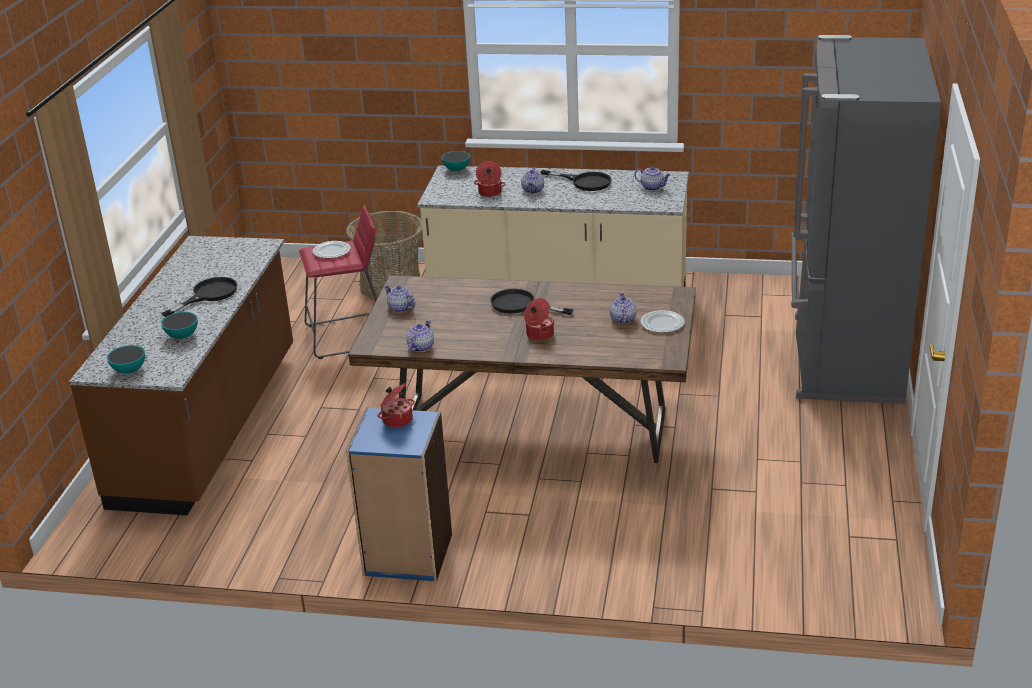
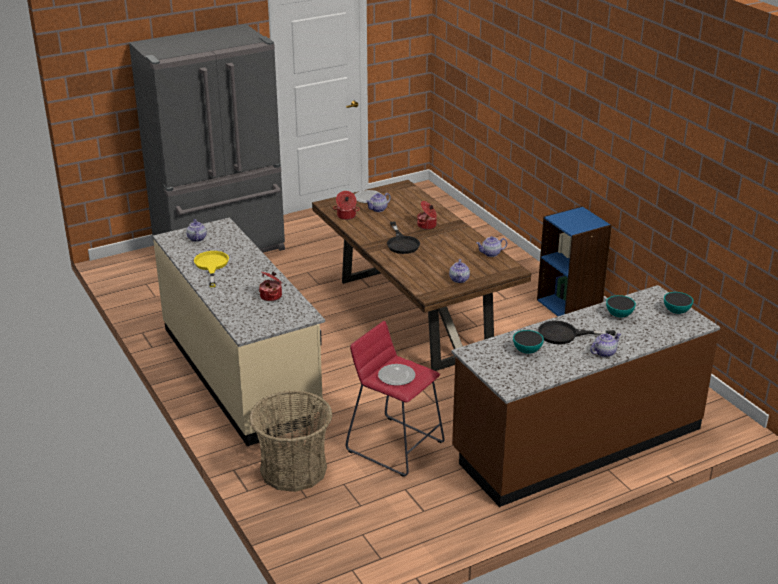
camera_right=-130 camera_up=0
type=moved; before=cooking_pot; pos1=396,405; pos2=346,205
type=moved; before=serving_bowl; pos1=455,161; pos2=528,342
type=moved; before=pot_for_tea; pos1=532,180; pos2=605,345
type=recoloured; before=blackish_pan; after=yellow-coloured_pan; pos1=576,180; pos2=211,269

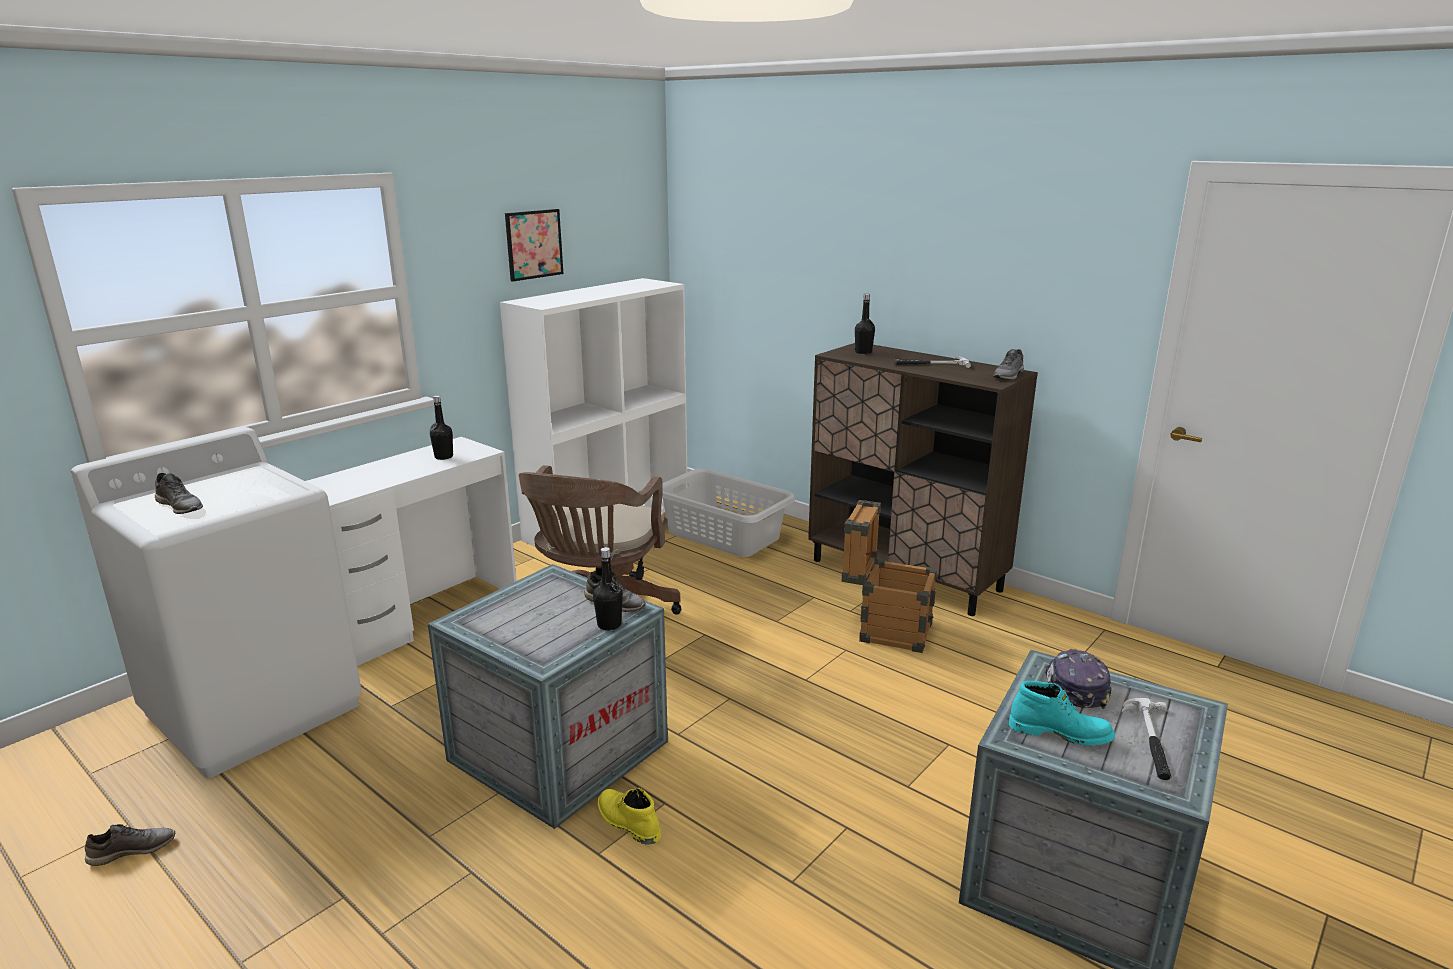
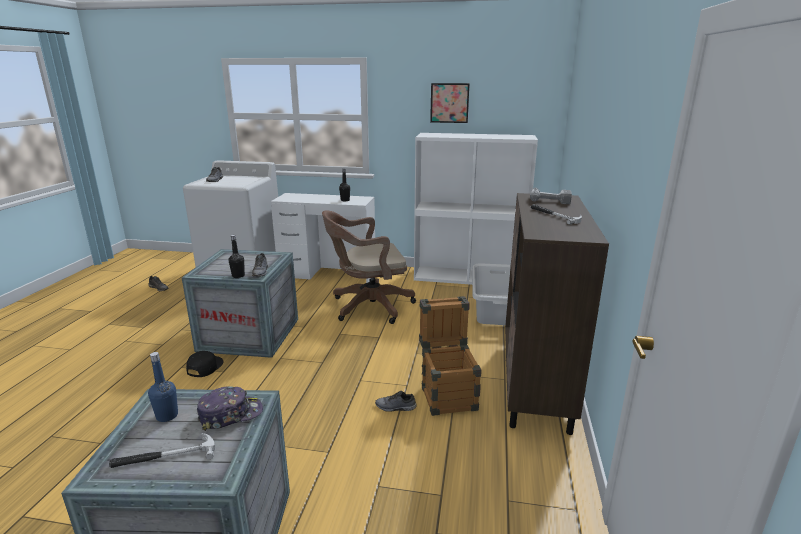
camera_right=60 camera_up=0
type=moved; before=grey_low_shoe; pos1=1008,364; pos2=396,401
type=replaced; before=yellow-coloured_high-top_boot; after=blackish_baseball_cap; pos1=629,816; pos2=204,364
type=replaced; before=blackish_drink_bottle; after=electric_drill; pos1=865,324; pos2=551,195
type=replaced; before=turquoise_high-top_boot; after=bluish_drink_bottle; pos1=1062,713; pos2=163,387

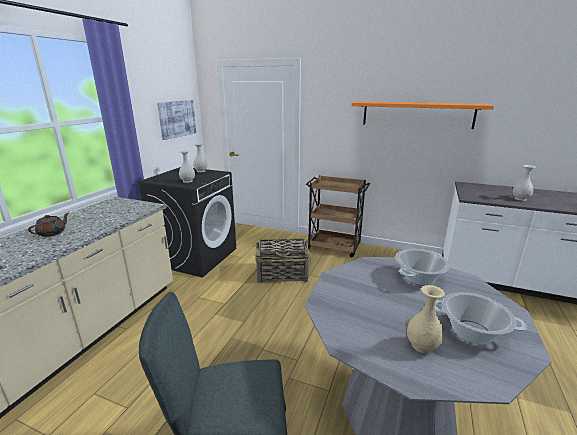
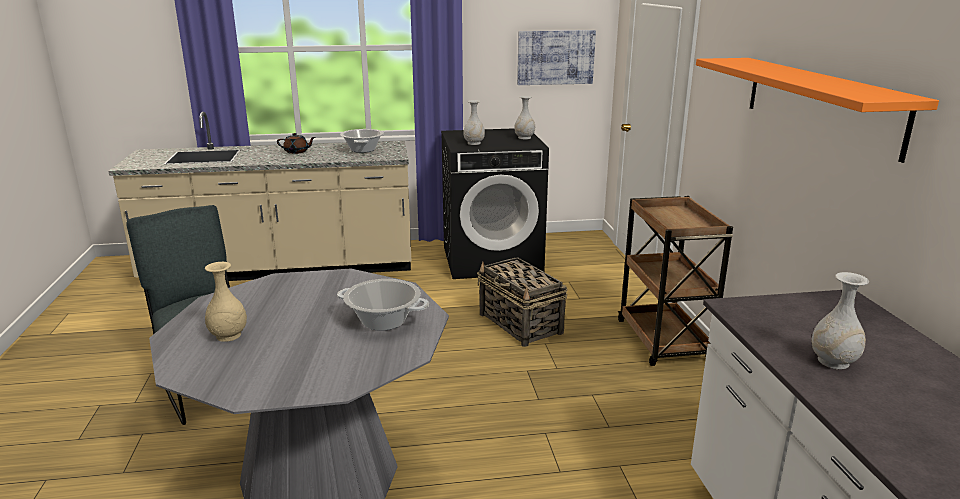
camera_right=60 camera_up=0
type=moved; before=cooking_pot; pos1=481,318; pos2=362,141

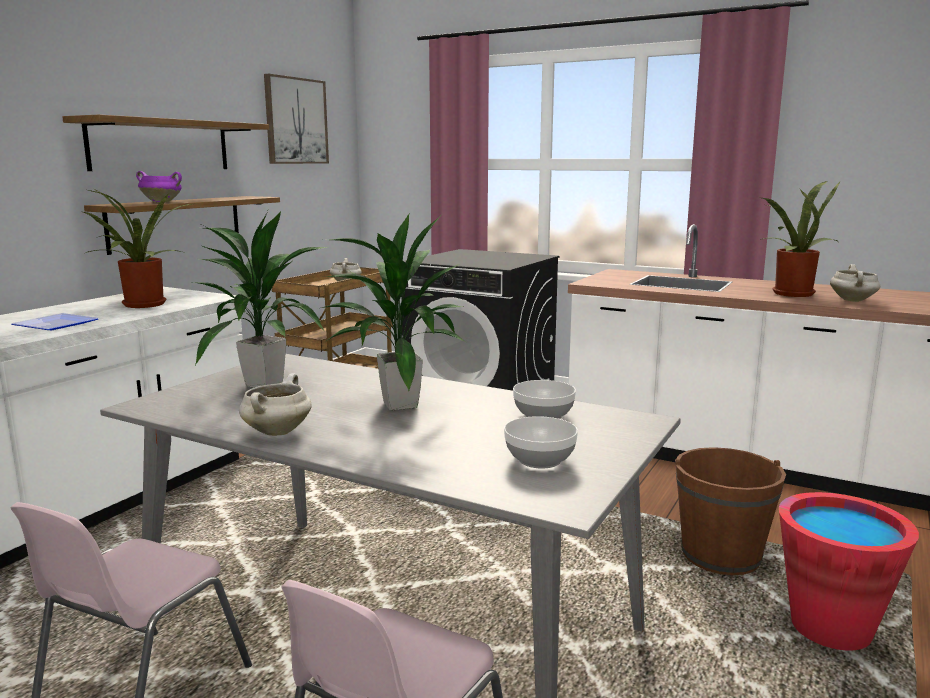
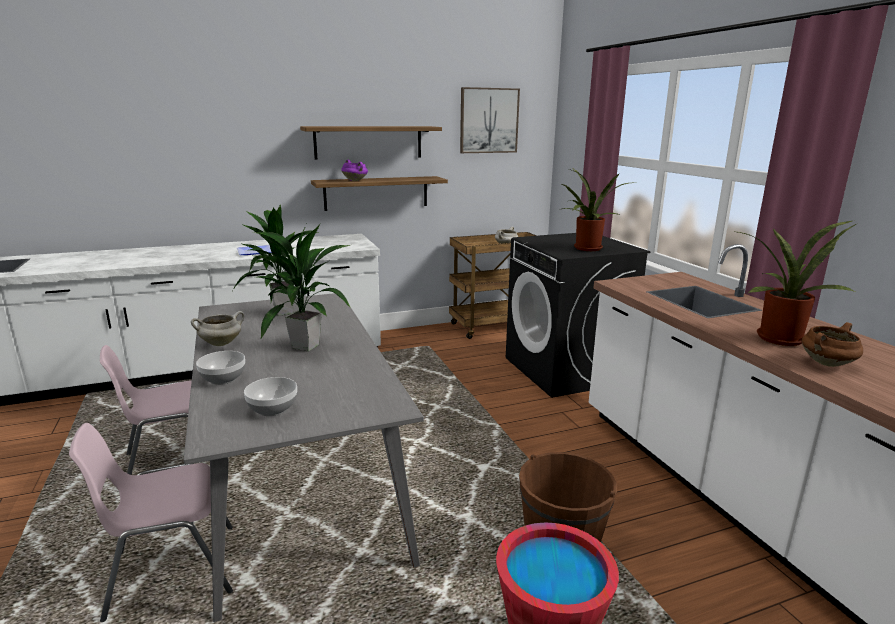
camera_right=40 camera_up=5
type=moved; before=plant_in_a_pot; pos1=137,249; pos2=594,209
type=moved; before=serving_bowl; pos1=544,399; pos2=220,368
type=recoloured; before=whitish_cooking_pot; after=brown-coloured_cooking_pot; pos1=855,283; pos2=832,344

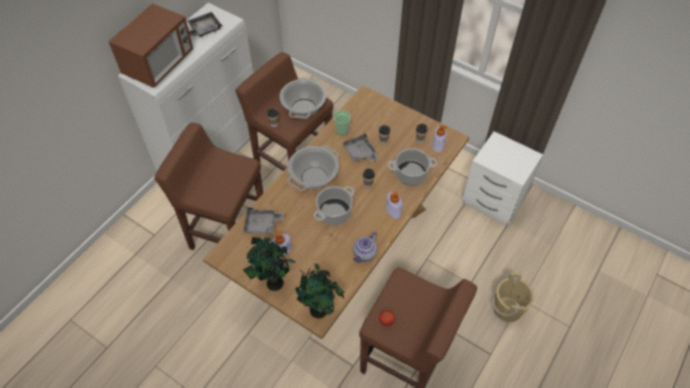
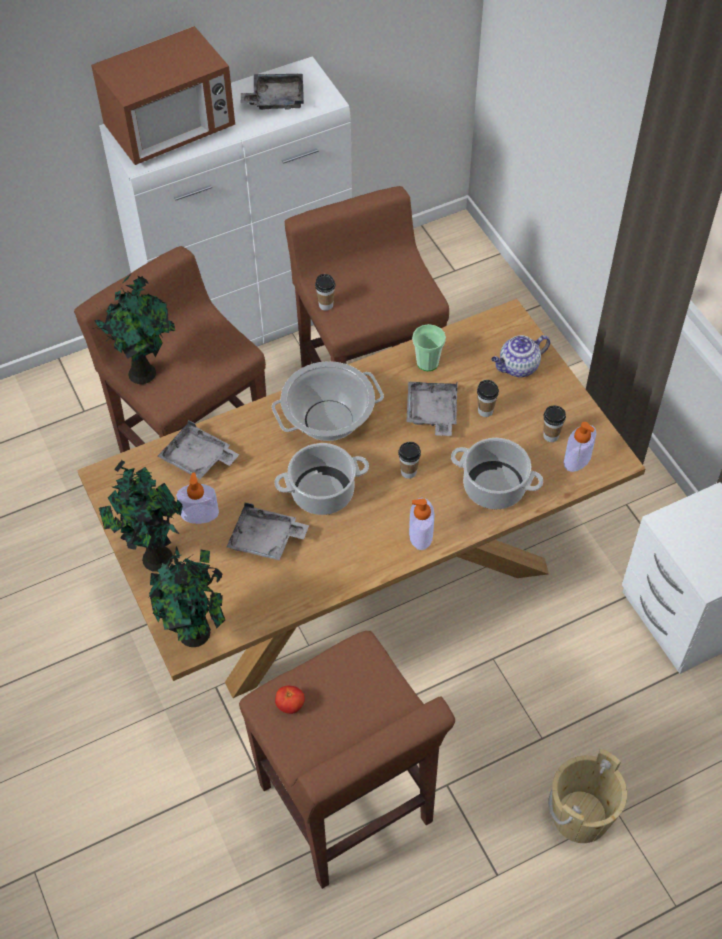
camera_right=30 camera_up=0
type=removed; before=cooking_pot; pos1=303,98
type=added; after=plant_in_a_pot; pos2=134,328
type=added; after=grey_carrying_tray; pos2=268,531
type=moved; before=pot_for_tea; pos1=365,247; pos2=520,356

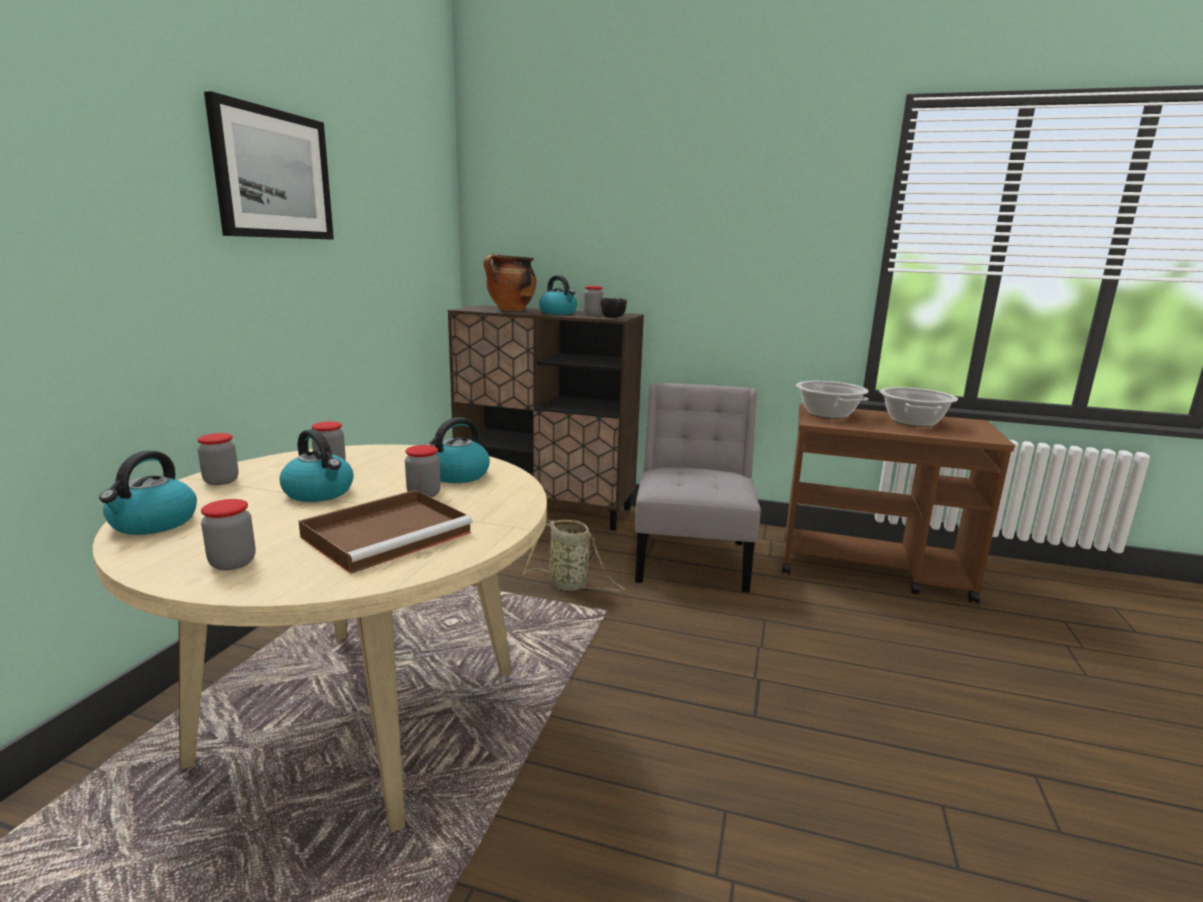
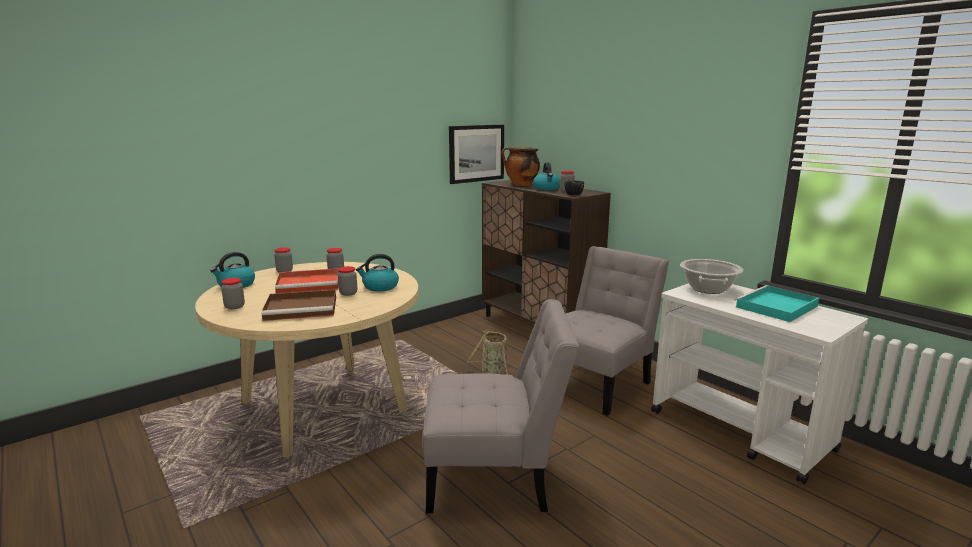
camera_right=35 camera_up=0
type=added; after=grey_chair; pos2=500,406
type=moved; before=wall_art; pos1=269,165; pos2=476,154
type=replaced; before=water_kettle; after=red-coloured_carrying_tray; pos1=317,465; pos2=306,280
type=replaced; before=cooking_pot; after=turquoise_carrying_tray; pos1=919,407; pos2=777,303
type=recoloured; before=brown-coloured_cart; after=whitish_cart; pos1=898,503; pos2=759,384

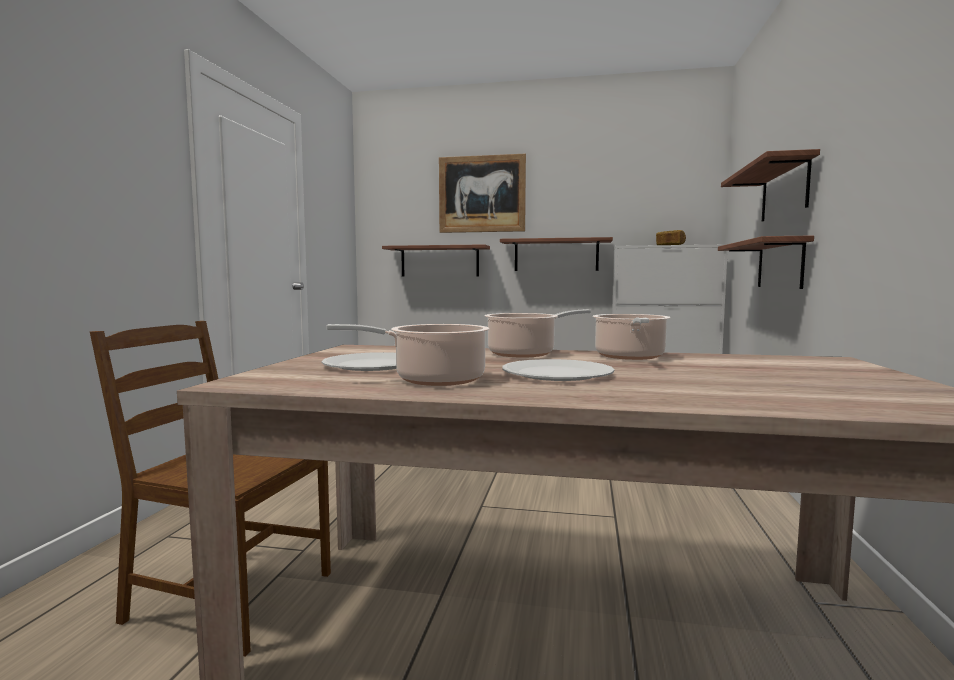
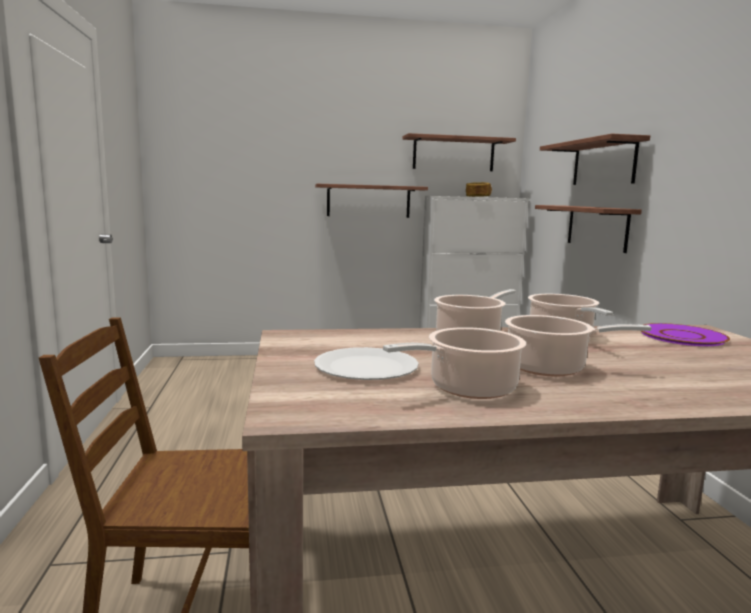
camera_right=-20 camera_up=5
type=removed; before=wall_art; pos1=482,193
type=added; after=purple-coloured_dinner_plate; pos2=685,334
type=moved; before=bracket_shelf; pos1=436,260; pos2=459,152
type=replaced; before=whitish_dinner_plate; after=cooking_pot; pos1=559,370; pos2=578,345

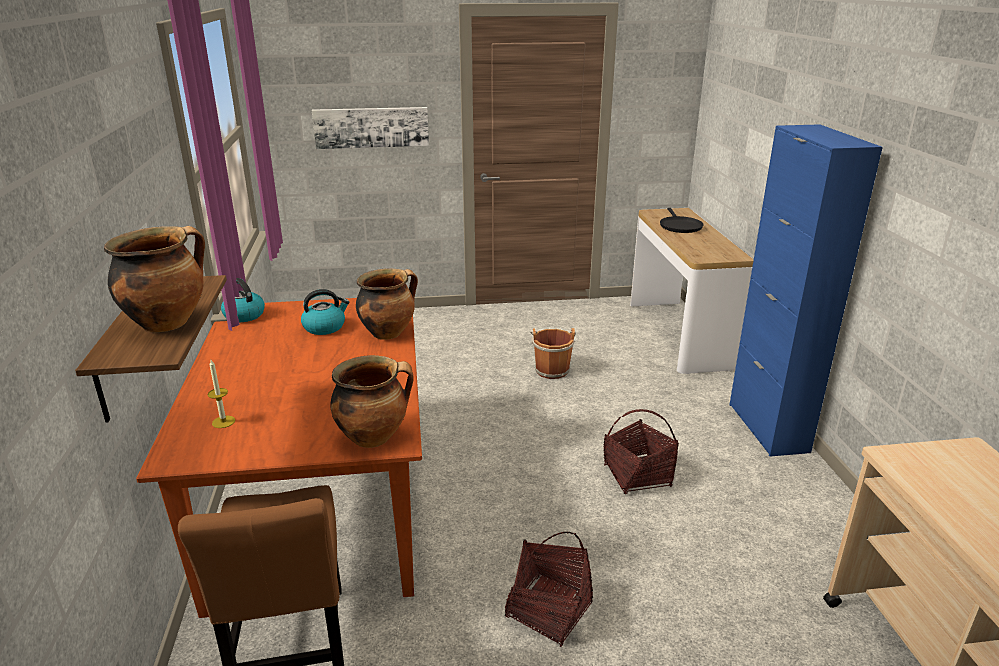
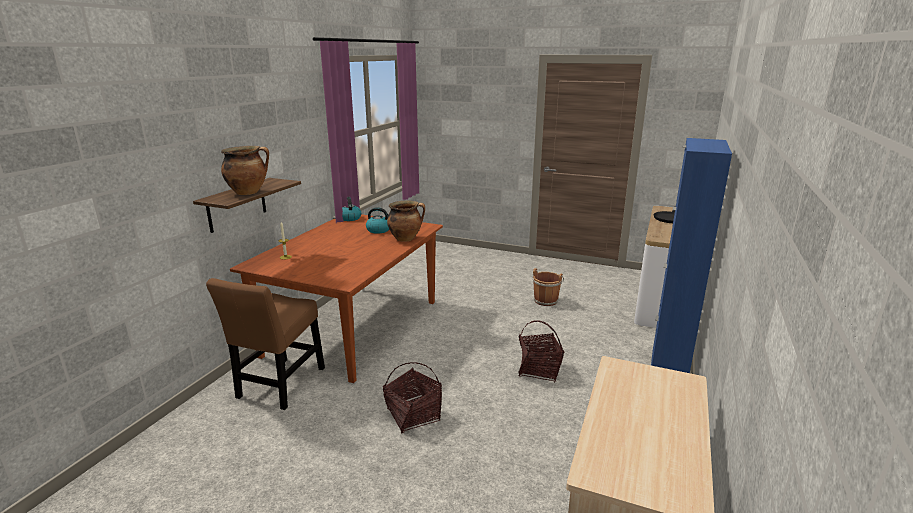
camera_right=30 camera_up=-5
type=removed; before=wall_art; pos1=370,128
type=removed; before=cooking_pot; pos1=371,401

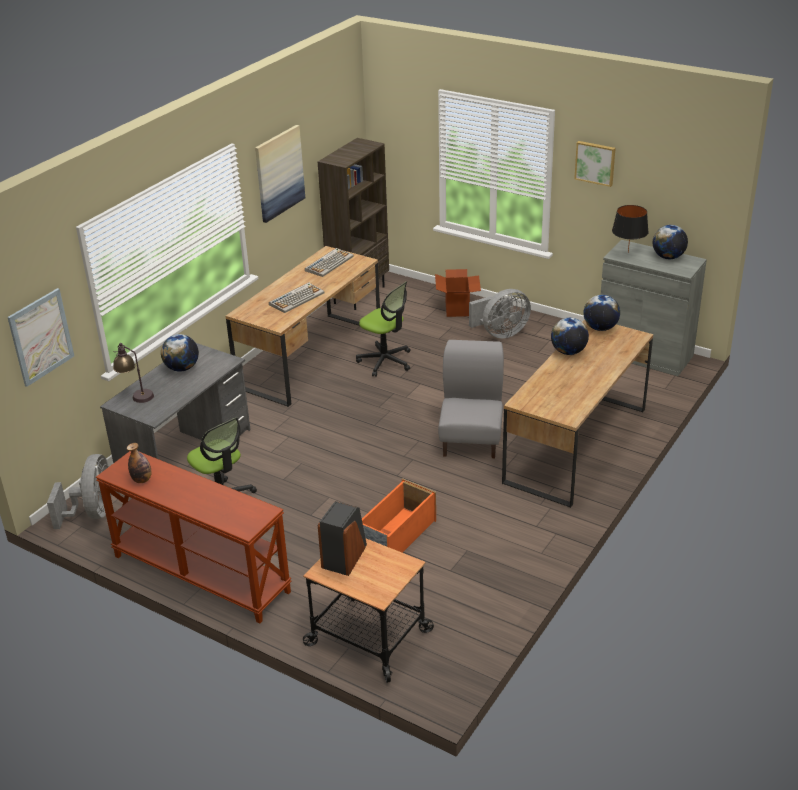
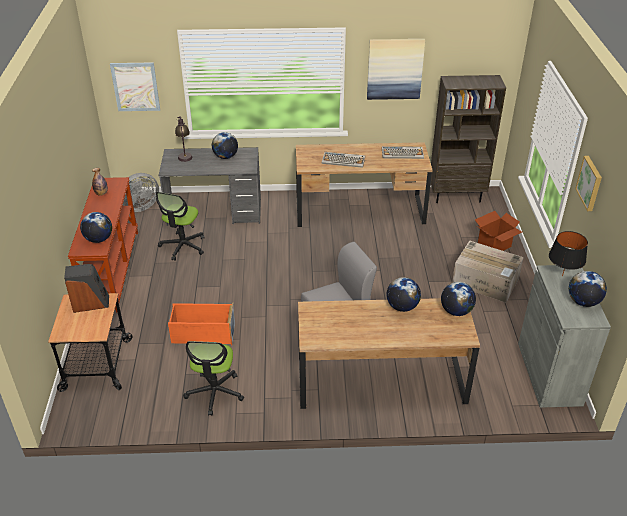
camera_right=55 camera_up=5
type=added; after=world_globe; pos2=96,227
type=moved; before=desk_chair; pos1=383,329; pos2=213,378
type=replaced; before=grey_electric_fan; after=cardboard_box; pos1=500,314; pos2=488,271

